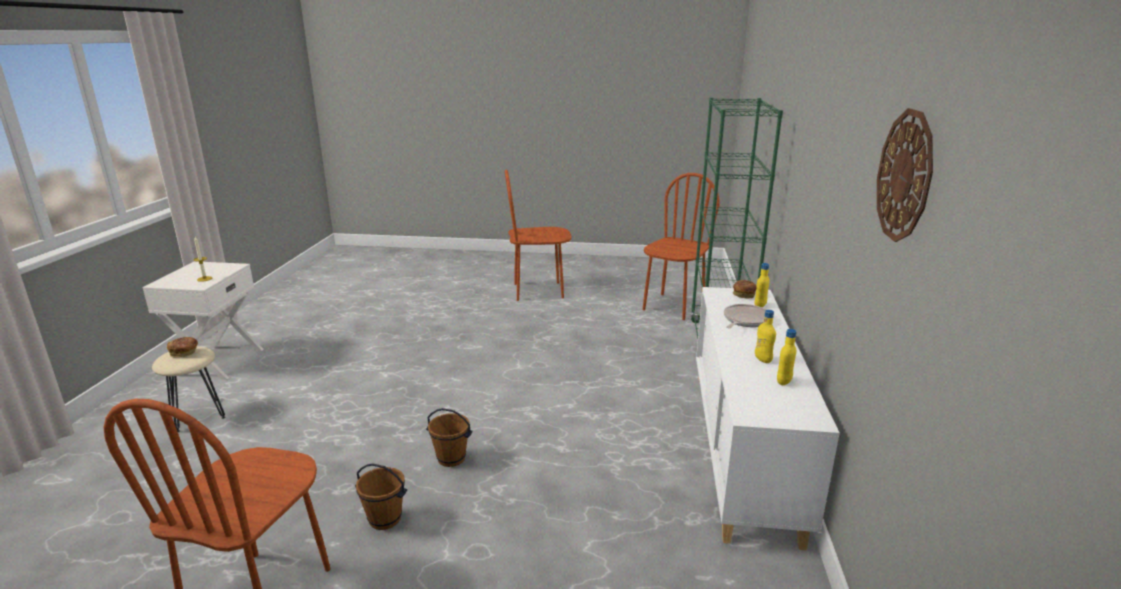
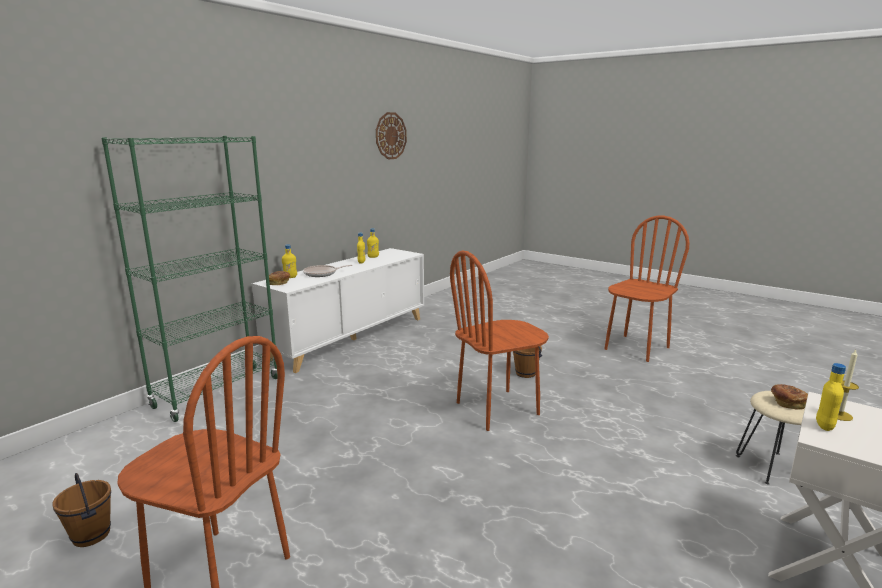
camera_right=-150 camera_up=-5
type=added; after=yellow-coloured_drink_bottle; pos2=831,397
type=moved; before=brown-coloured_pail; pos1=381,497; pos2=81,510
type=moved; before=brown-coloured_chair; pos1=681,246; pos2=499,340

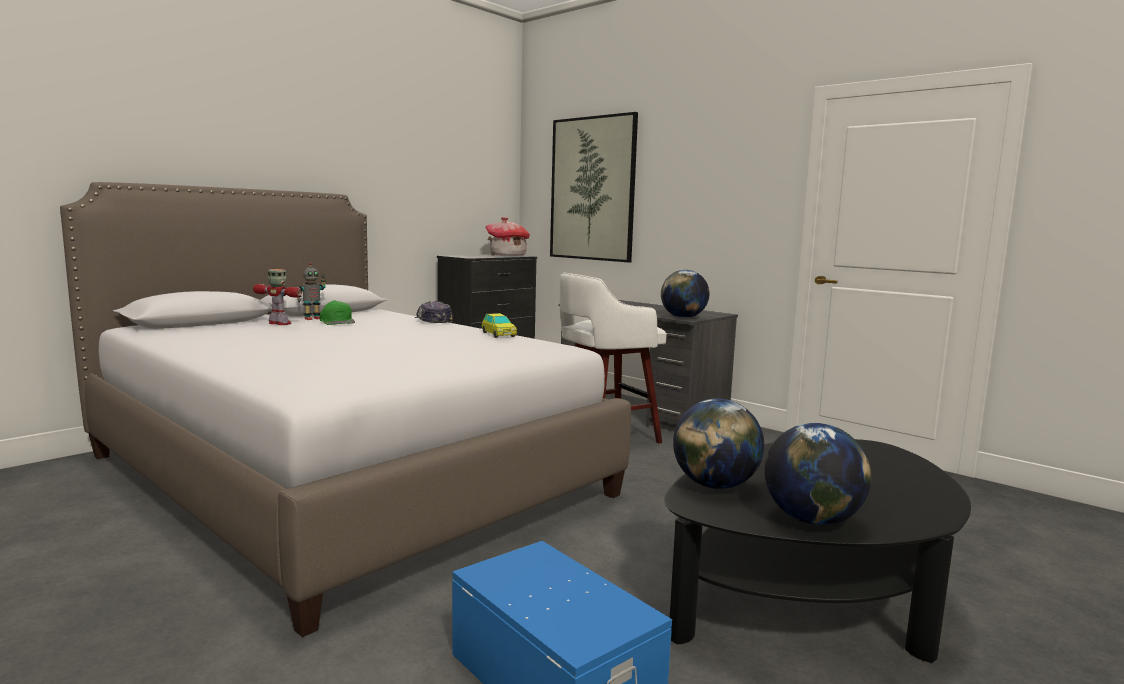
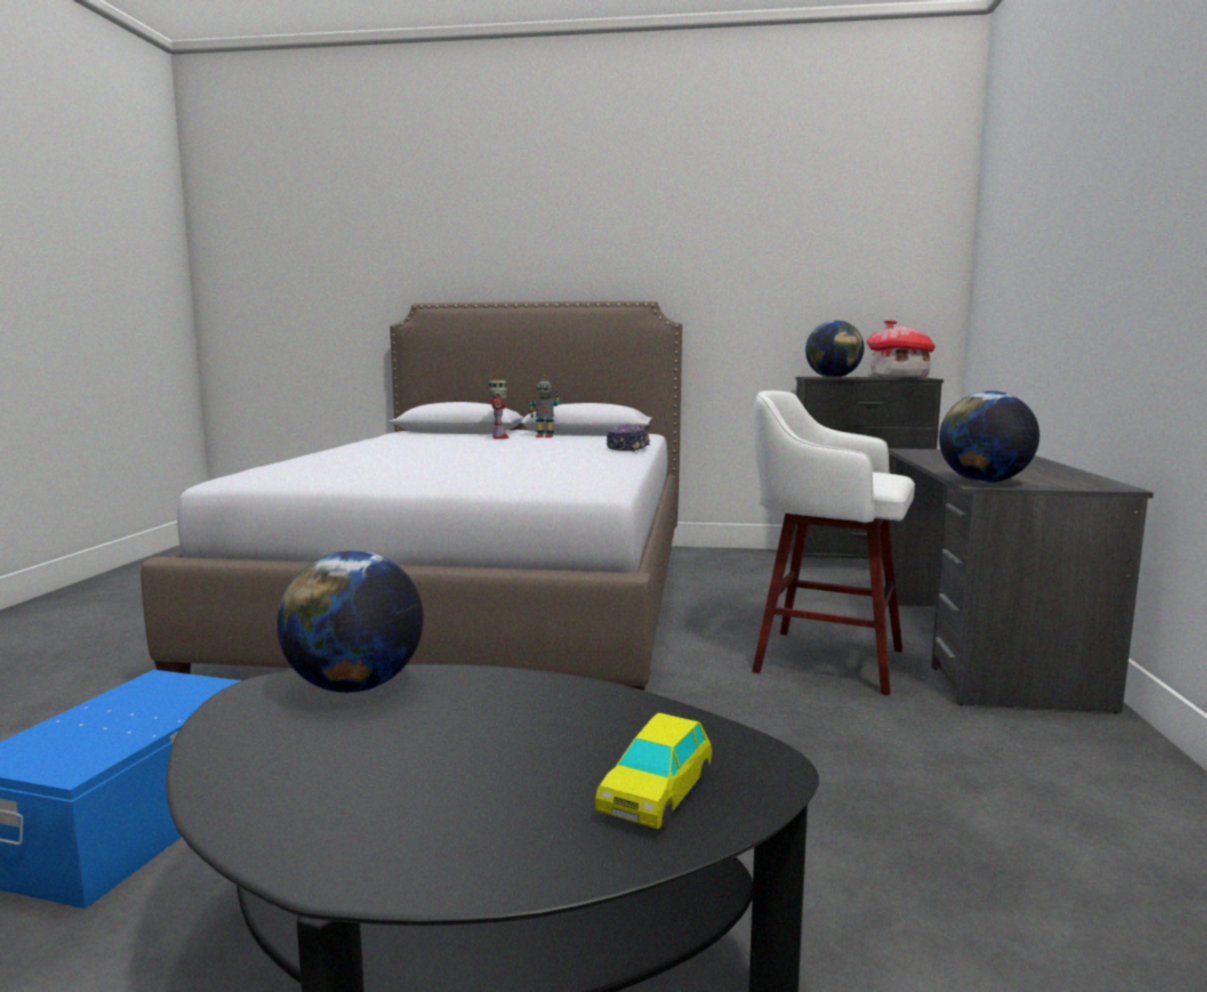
camera_right=55 camera_up=0
type=removed; before=green-coloured_baseball_cap; pos1=337,312
type=removed; before=wall_art; pos1=594,187
type=moved; before=miniature_car; pos1=499,325; pos2=653,771
type=moved; before=world_globe; pos1=818,474; pos2=835,349

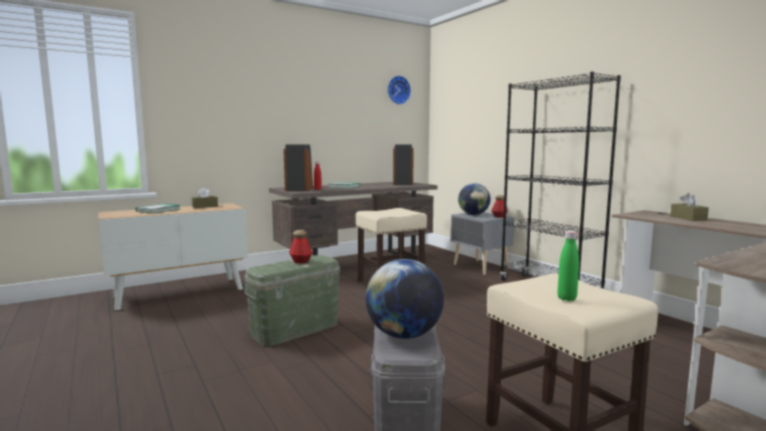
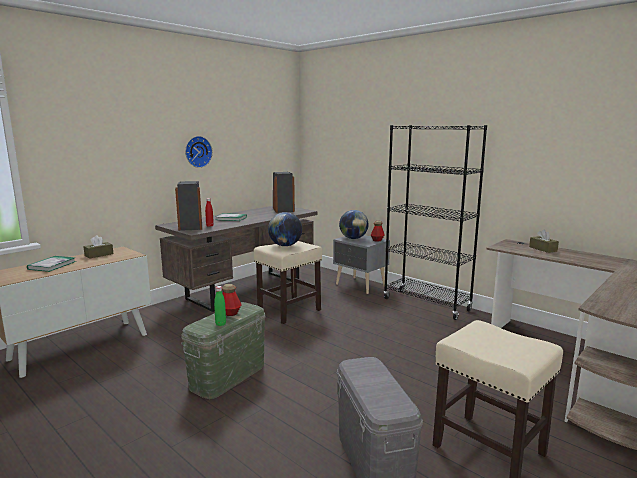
camera_right=-15 camera_up=5
type=moved; before=world_globe; pos1=405,299; pos2=285,229
type=moved; before=hanging_clock; pos1=399,90; pos2=199,152
type=moved; before=green-coloured_drink_bottle; pos1=568,266; pos2=220,306

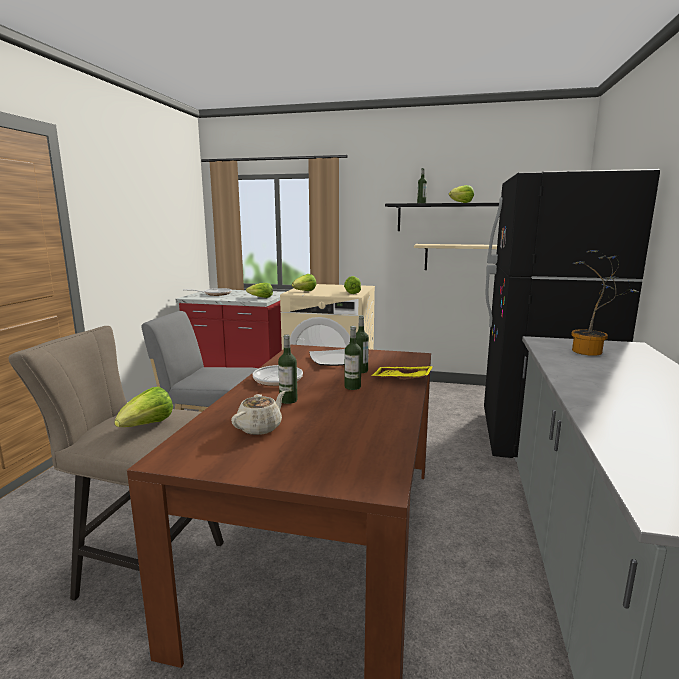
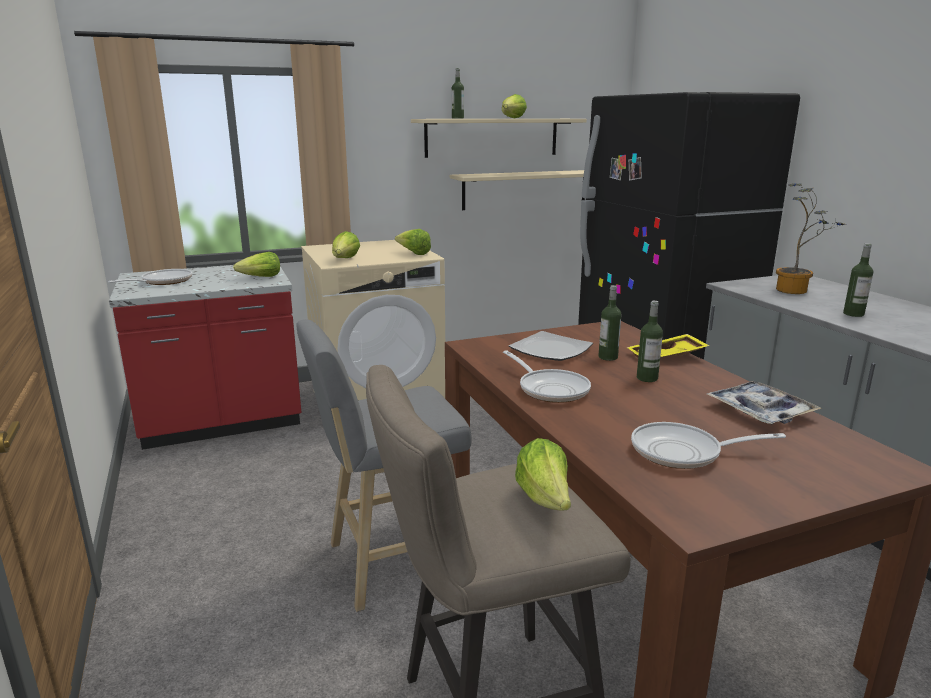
camera_right=-35 camera_up=5
type=added; after=carrying_tray; pos2=764,402
type=moved; before=drink_bottle; pos1=287,369; pos2=858,280
type=replaced; before=beige-coloured_pot_for_tea; after=pan; pos1=258,413; pos2=708,445
type=recoloured; before=blackish_bracket_shelf; after=beige-coloured_bracket_shelf; pos1=442,217; pos2=499,138

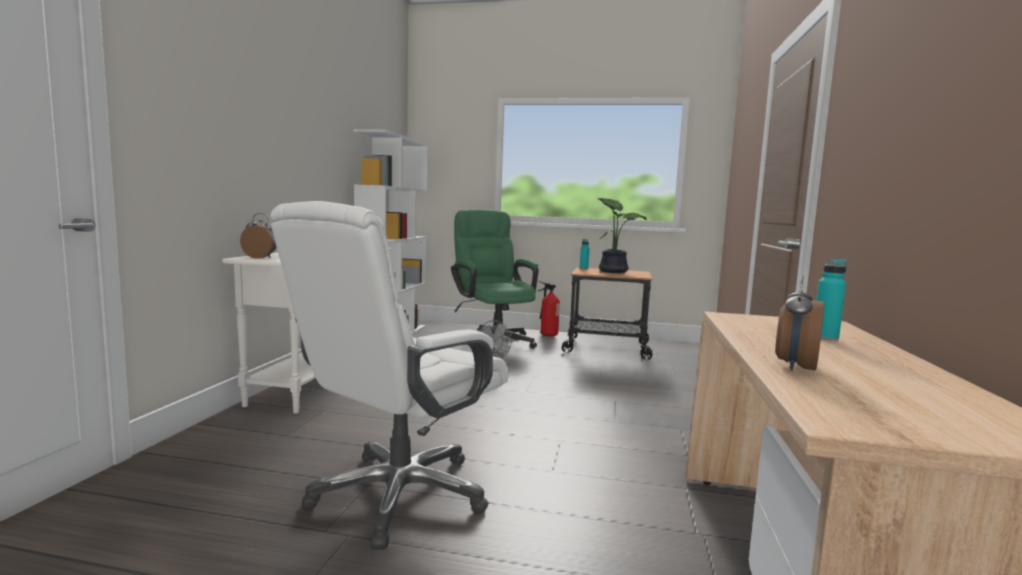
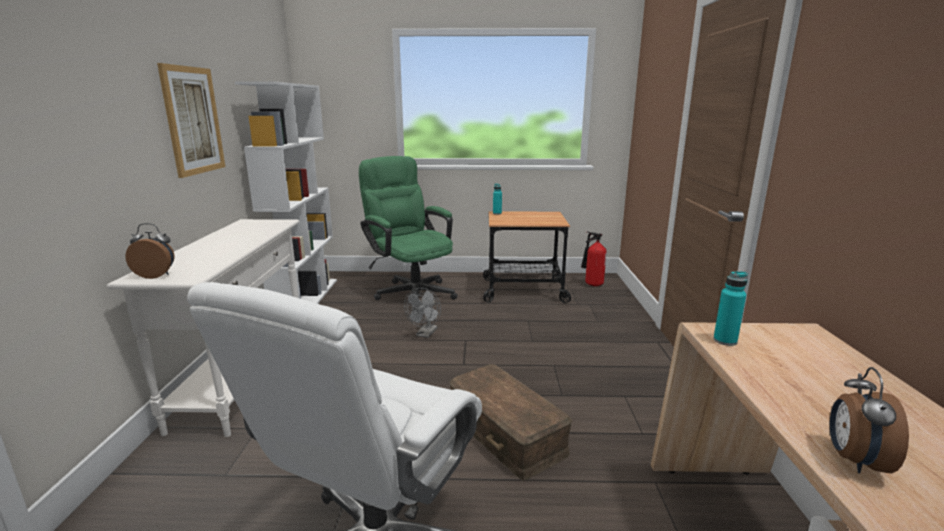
camera_right=-10 camera_up=10
type=removed; before=plant_in_a_pot; pos1=622,235
type=added; after=wall_art; pos2=191,120
type=added; after=brown-coloured_storage_bin; pos2=510,422
type=moved; before=fire-fighting_cylinder; pos1=548,309; pos2=594,259
type=moved; before=turquoise_drink_bottle; pos1=831,300; pos2=730,308

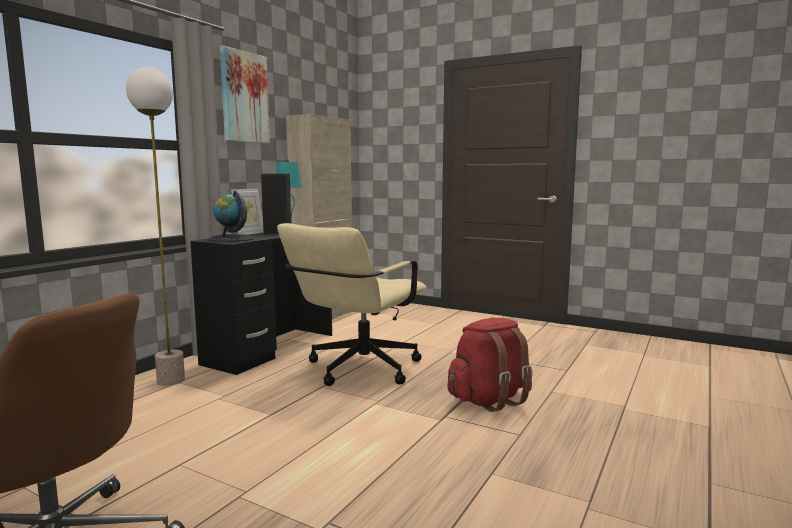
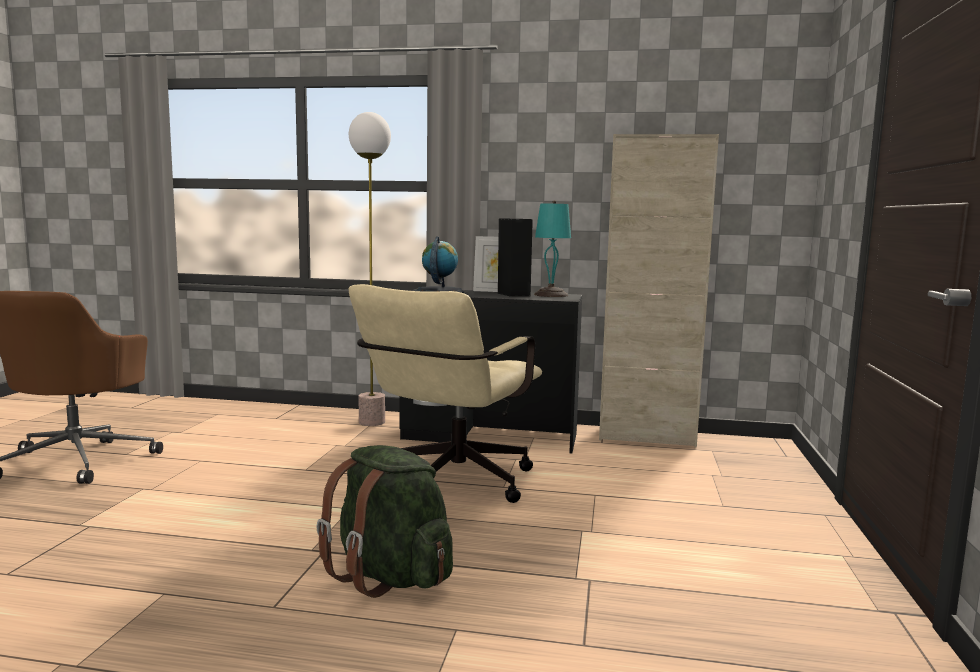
camera_right=70 camera_up=0
type=removed; before=wall_art; pos1=245,94
type=recoloured; before=red-coloured_rucksack; after=green-coloured_rucksack; pos1=490,365; pos2=384,521
type=turned; before=beige-coloured_desk_chair; pos1=352,304; pos2=445,393; turn=-75

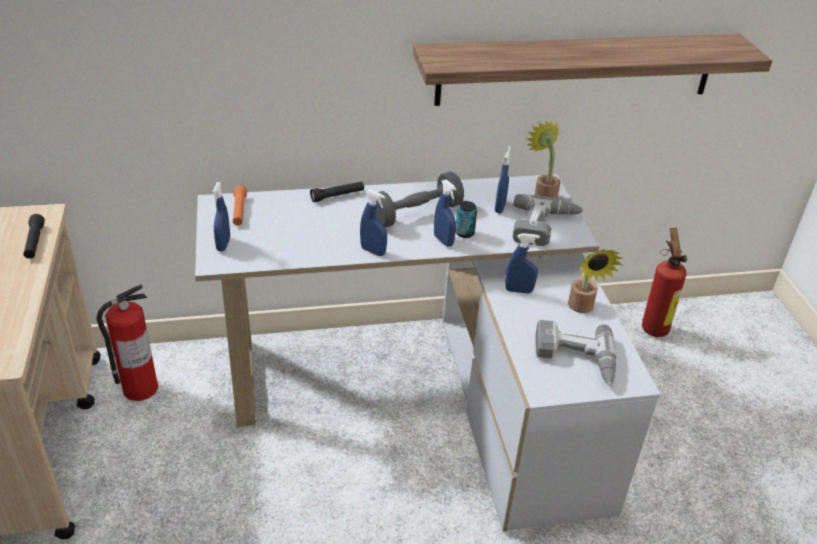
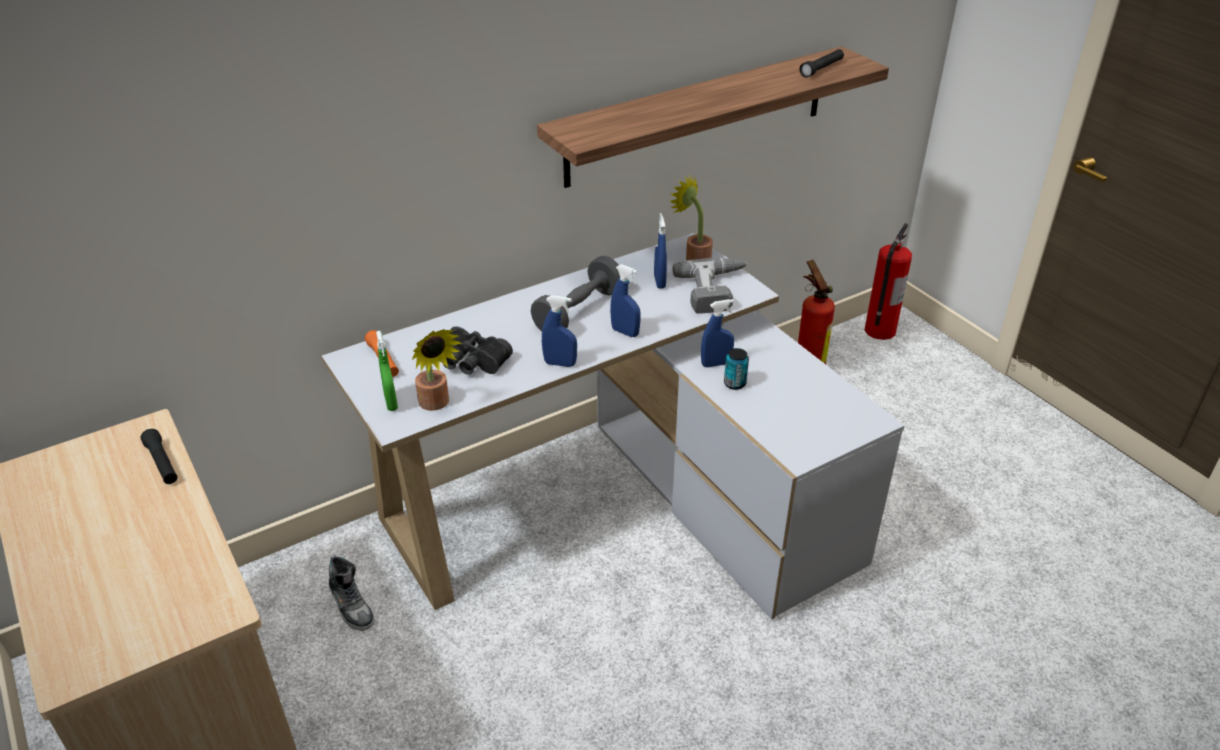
camera_right=-20 camera_up=0
type=removed; before=electric_drill; pos1=575,352
type=added; after=low_shoe; pos2=352,593
type=added; after=blackish_binoculars; pos2=478,350
type=moved; before=fire-fighting_cylinder; pos1=127,342; pos2=888,281
type=moved; before=blackish_flashlight; pos1=337,191; pos2=822,63
type=moved; before=sealed_can; pos1=466,219; pos2=736,369
type=moved; before=plant_in_a_pot; pos1=595,281; pos2=437,370
type=recoloured; before=bluish_spray_bottle; after=green-coloured_spray_bottle; pos1=221,216; pos2=387,371

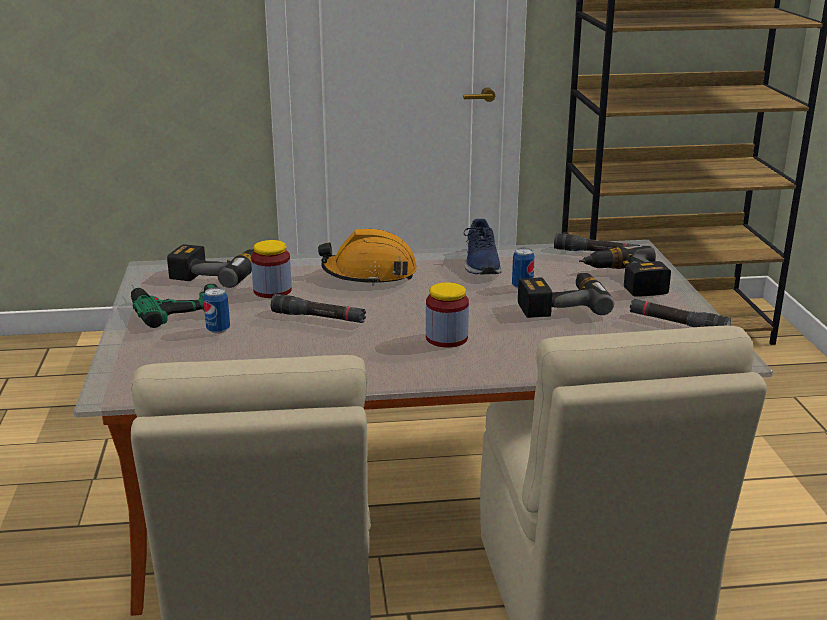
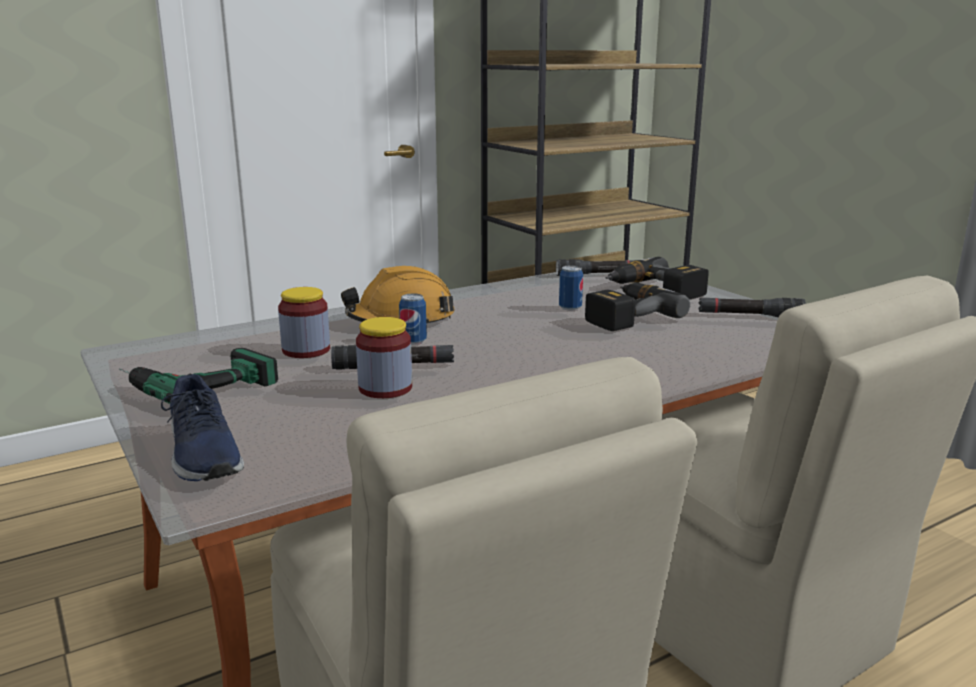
camera_right=-25 camera_up=-5
type=removed; before=electric_drill; pos1=210,266
type=moved; before=sealed_can; pos1=216,310; pos2=413,319
type=moved; before=preserve_jar; pos1=447,315; pos2=384,357
type=moved; before=bluish_low_shoe; pos1=483,247; pos2=202,427

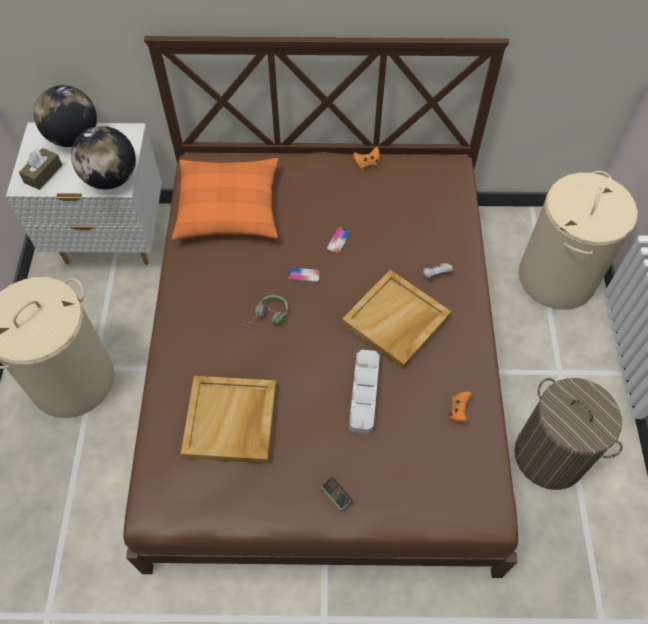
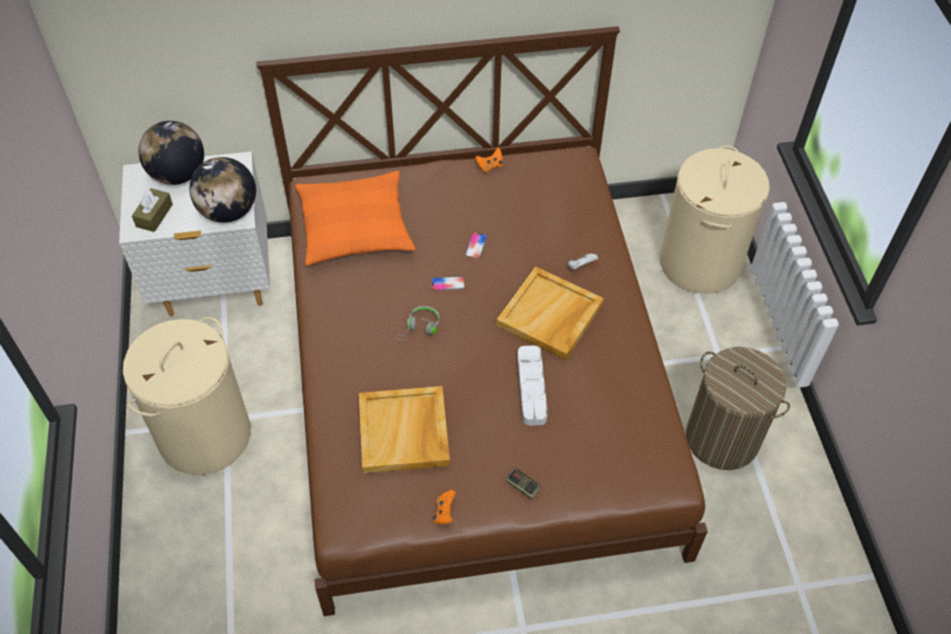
camera_right=-10 camera_up=-5
type=moved; before=orangey_joypad; pos1=460,406; pos2=444,507

